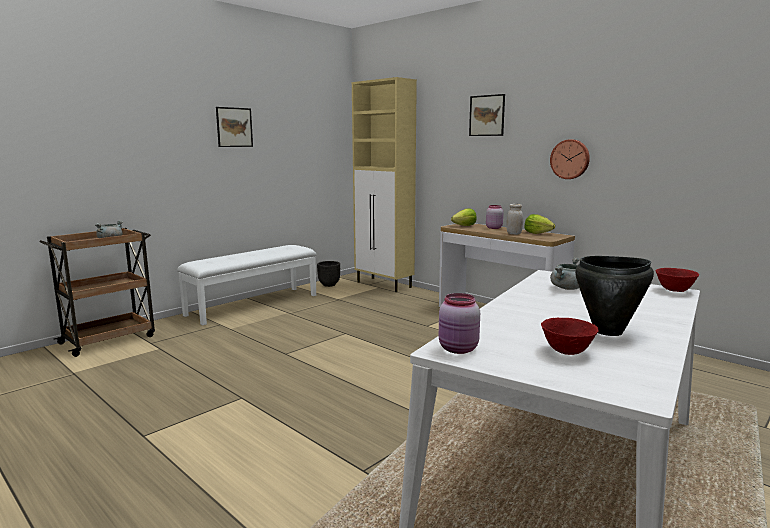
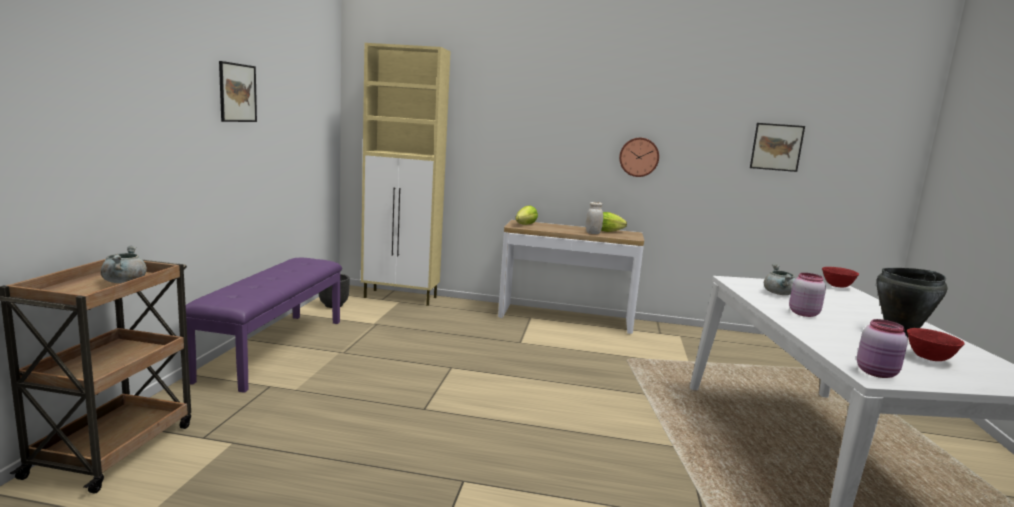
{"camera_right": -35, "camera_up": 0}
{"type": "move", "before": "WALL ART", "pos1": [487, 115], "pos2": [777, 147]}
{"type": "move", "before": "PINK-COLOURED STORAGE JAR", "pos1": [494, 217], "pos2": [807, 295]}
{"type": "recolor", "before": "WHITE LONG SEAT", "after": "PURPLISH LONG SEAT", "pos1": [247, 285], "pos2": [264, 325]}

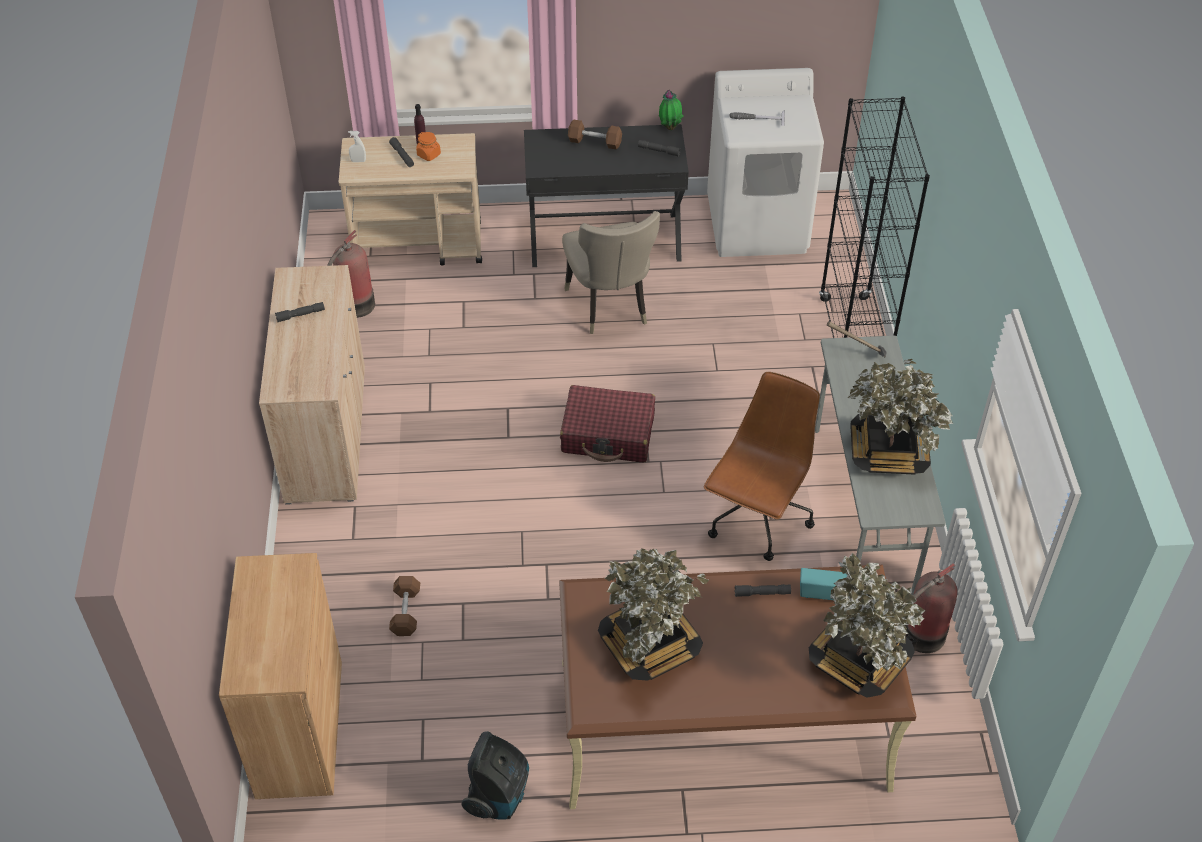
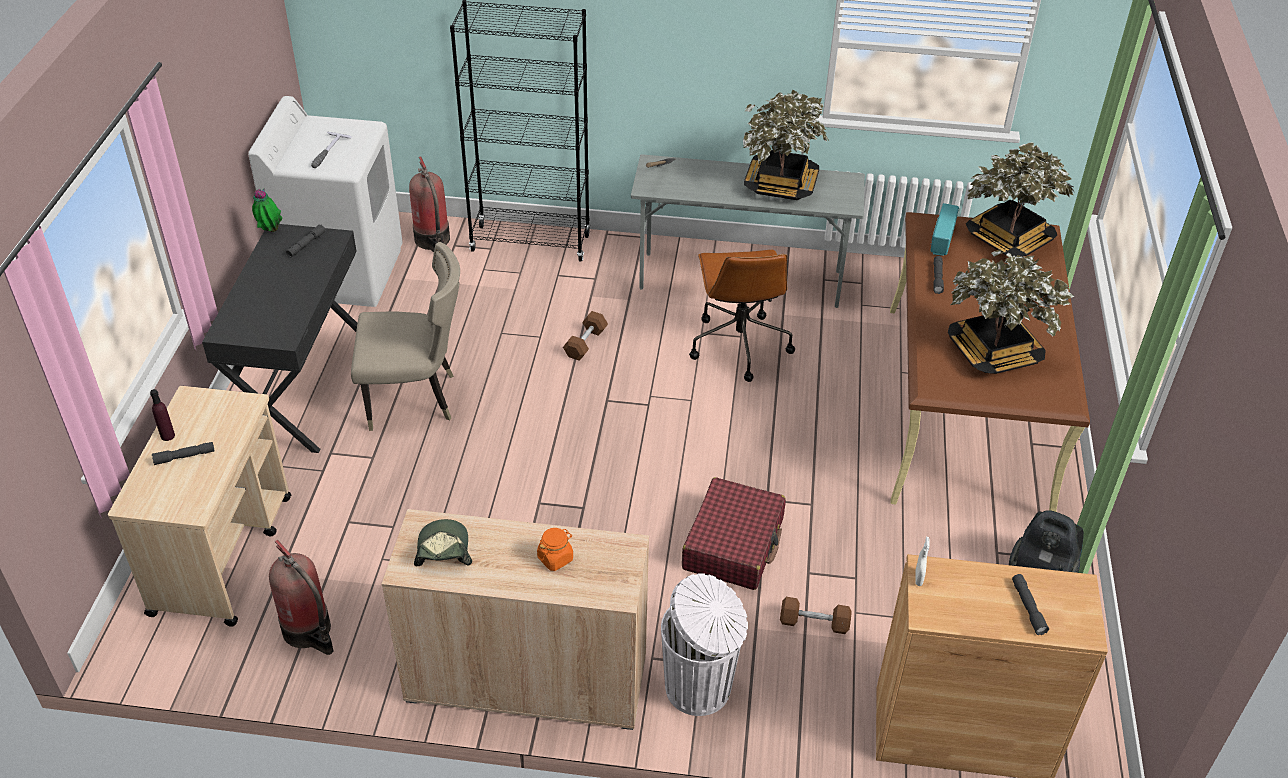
{"camera_right": -80, "camera_up": -5}
{"type": "insert", "after": "PEAKED CAP", "pos2": [443, 542]}
{"type": "insert", "after": "WHITE WASTE BIN", "pos2": [704, 644]}
{"type": "move", "before": "GREYISH HAND TORCH", "pos1": [300, 312], "pos2": [1030, 604]}
{"type": "move", "before": "WHITE SPRAY BOTTLE", "pos1": [357, 146], "pos2": [922, 561]}
{"type": "move", "before": "ORANGE-COLOURED STORAGE JAR", "pos1": [428, 146], "pos2": [555, 549]}
{"type": "move", "before": "REDDISH SUITCASE", "pos1": [607, 424], "pos2": [734, 533]}
{"type": "move", "before": "BROWNISH HAND WEIGHT", "pos1": [595, 134], "pos2": [585, 336]}
{"type": "move", "before": "FIRE EXTINGUISHER", "pos1": [931, 608], "pos2": [429, 204]}
{"type": "rotate", "before": "BROWNISH COMPUTER CHAIR", "pos1": [762, 466], "pos2": [742, 316], "turn": -135}

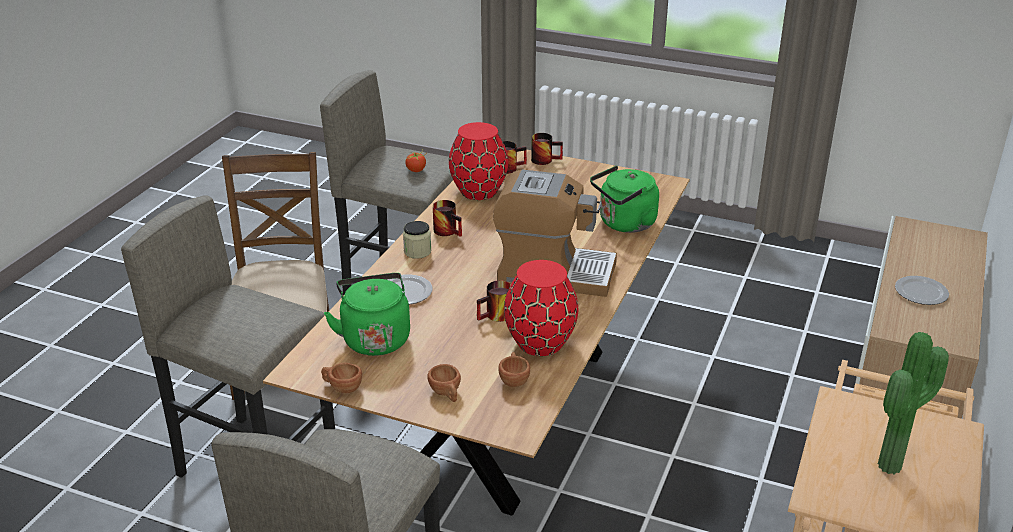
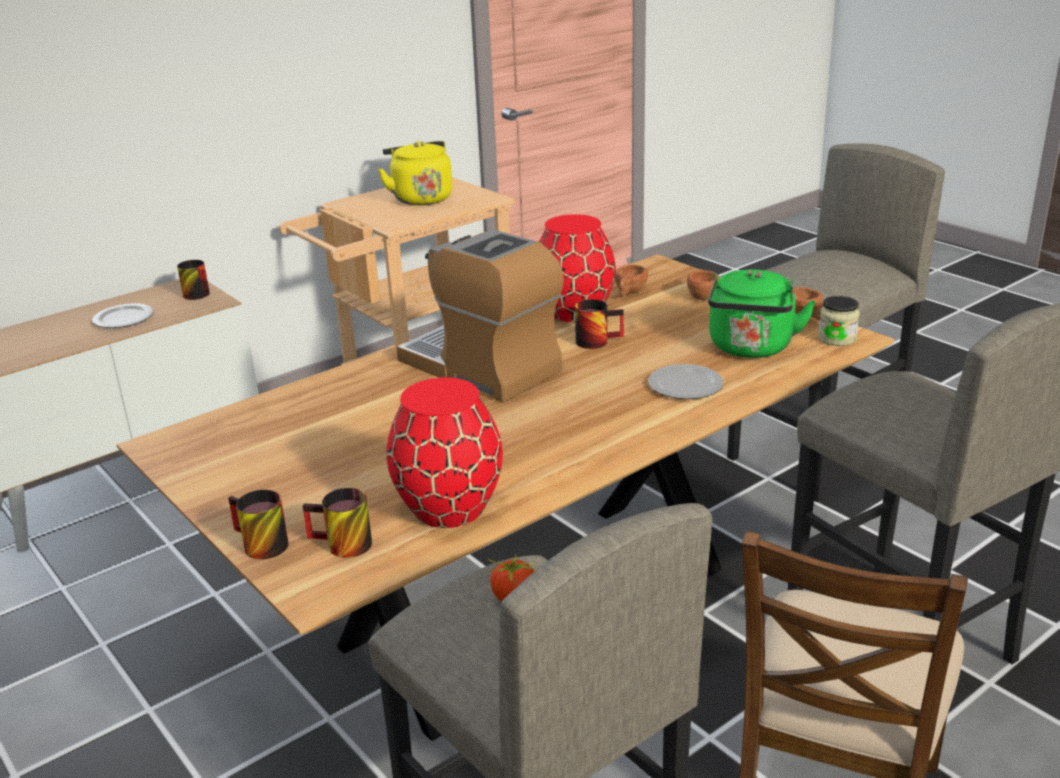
{"camera_right": -150, "camera_up": -5}
{"type": "delete", "before": "GREEN KETTLE", "pos1": [624, 199]}
{"type": "move", "before": "STORAGE JAR", "pos1": [417, 240], "pos2": [839, 321]}
{"type": "move", "before": "TEA MUG", "pos1": [447, 218], "pos2": [193, 280]}
{"type": "replace", "before": "PLANT IN A POT", "after": "YELLOW KETTLE", "pos1": [913, 403], "pos2": [415, 173]}

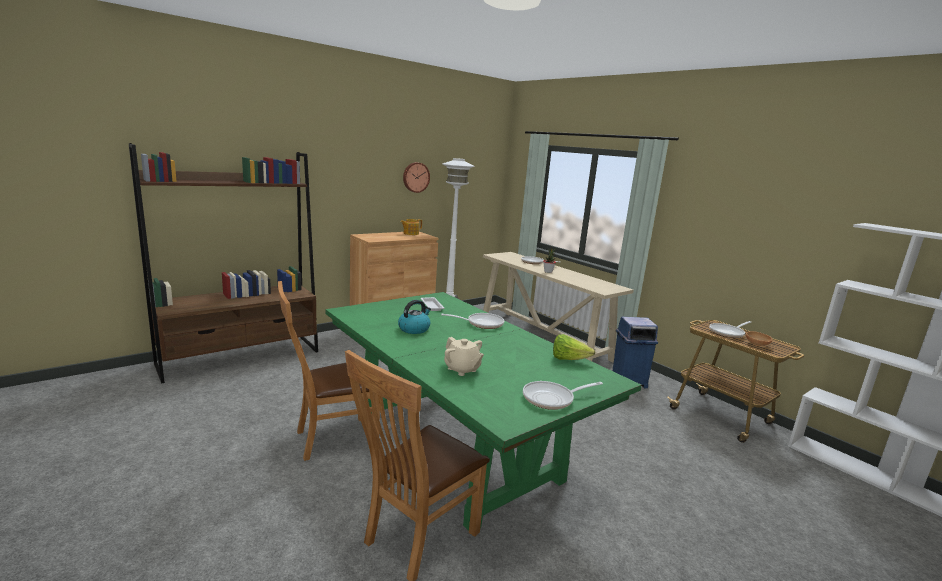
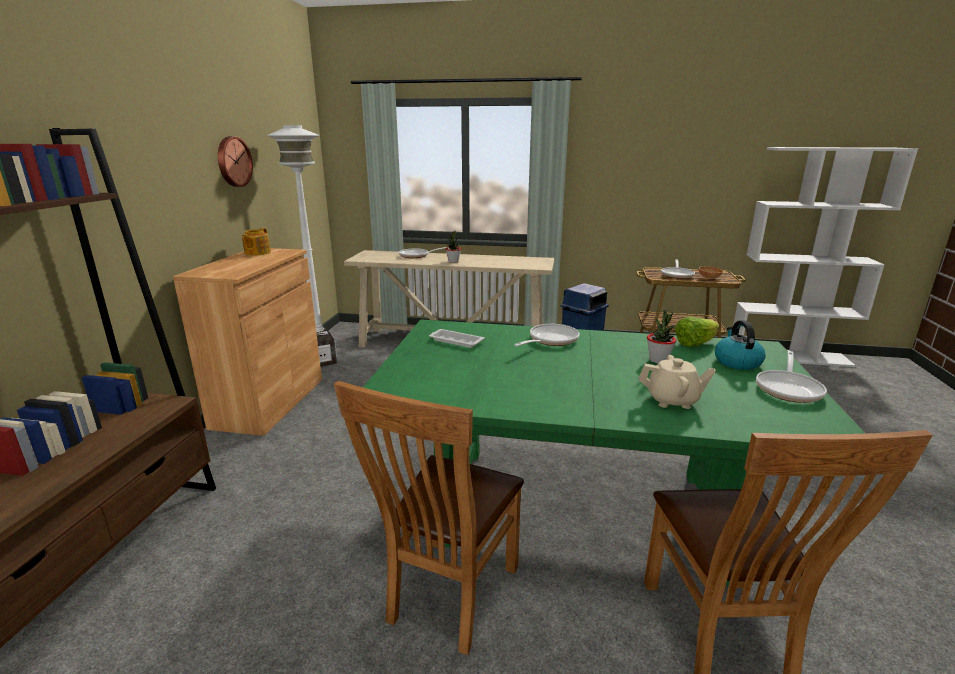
{"camera_right": -40, "camera_up": 5}
{"type": "insert", "after": "PLANT IN A POT", "pos2": [661, 336]}
{"type": "move", "before": "KETTLE", "pos1": [414, 317], "pos2": [740, 345]}

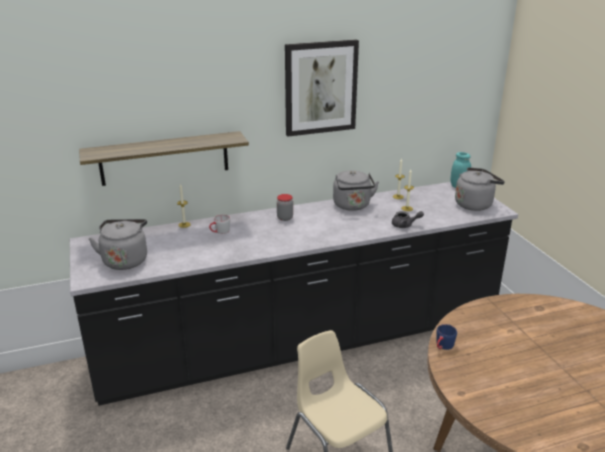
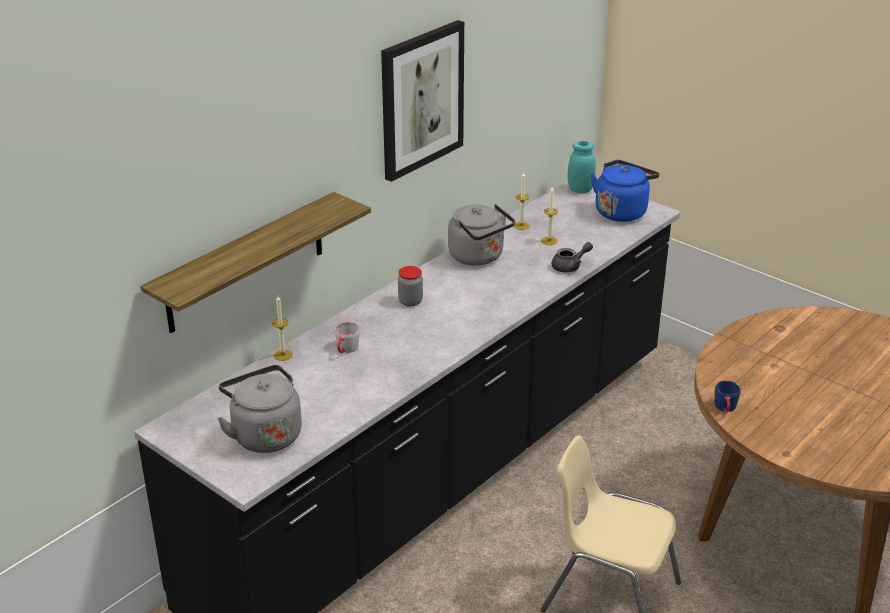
{"camera_right": -30, "camera_up": 5}
{"type": "recolor", "before": "GREYISH KETTLE", "after": "BLUISH KETTLE", "pos1": [480, 189], "pos2": [625, 191]}

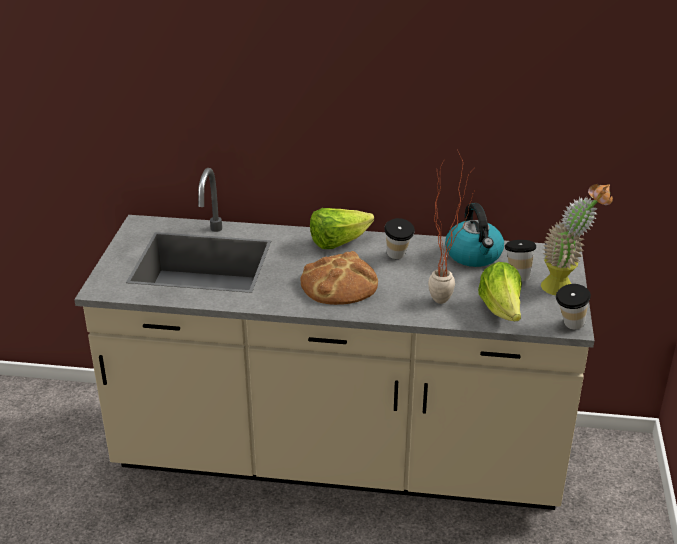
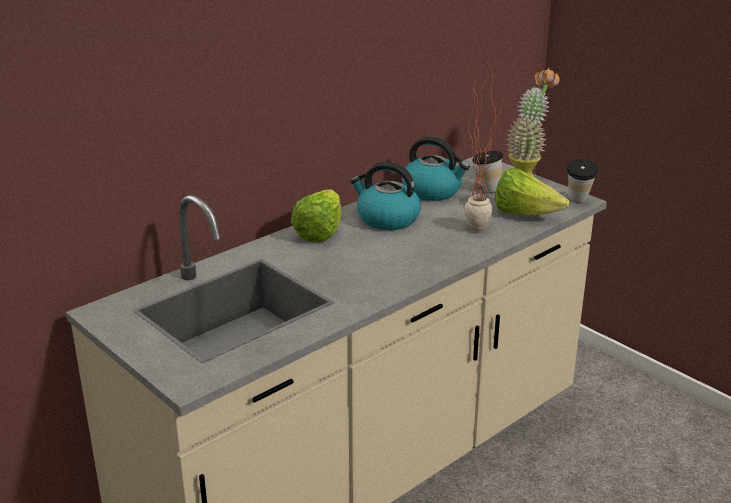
{"camera_right": -50, "camera_up": -5}
{"type": "delete", "before": "BAKERY BREAD", "pos1": [339, 278]}
{"type": "replace", "before": "CUP", "after": "KETTLE", "pos1": [399, 238], "pos2": [385, 196]}

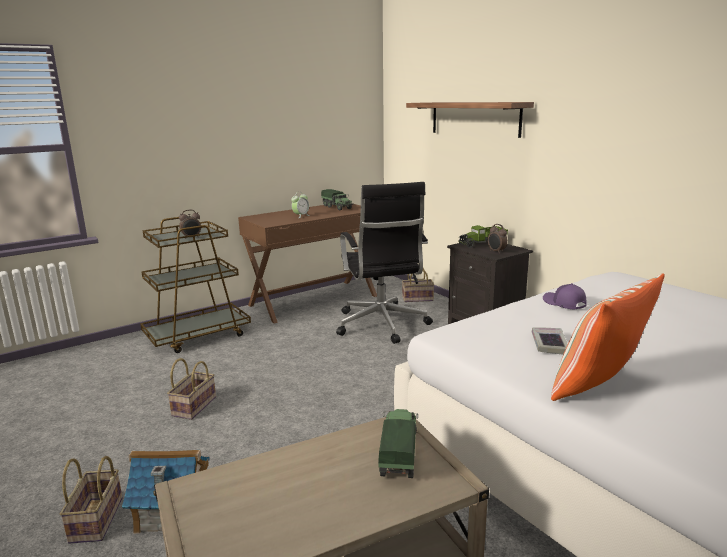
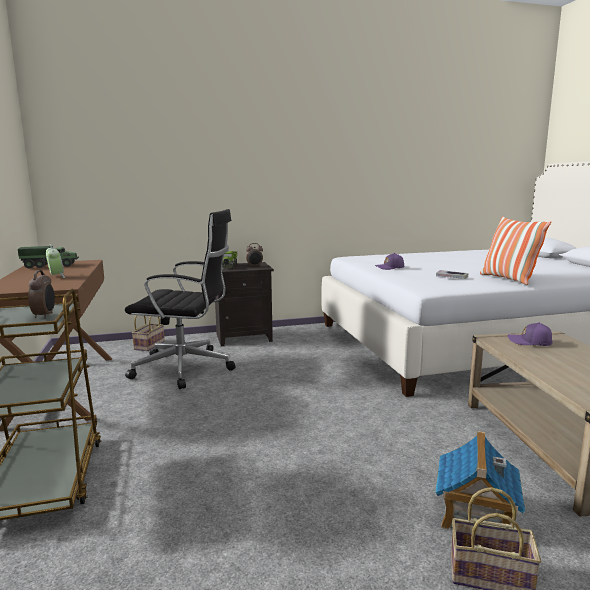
{"camera_right": -70, "camera_up": -5}
{"type": "delete", "before": "BASKET", "pos1": [191, 389]}
{"type": "delete", "before": "BRACKET SHELF", "pos1": [470, 120]}
{"type": "replace", "before": "TOY TRUCK", "after": "PURPLISH PEAKED CAP", "pos1": [398, 443], "pos2": [530, 334]}

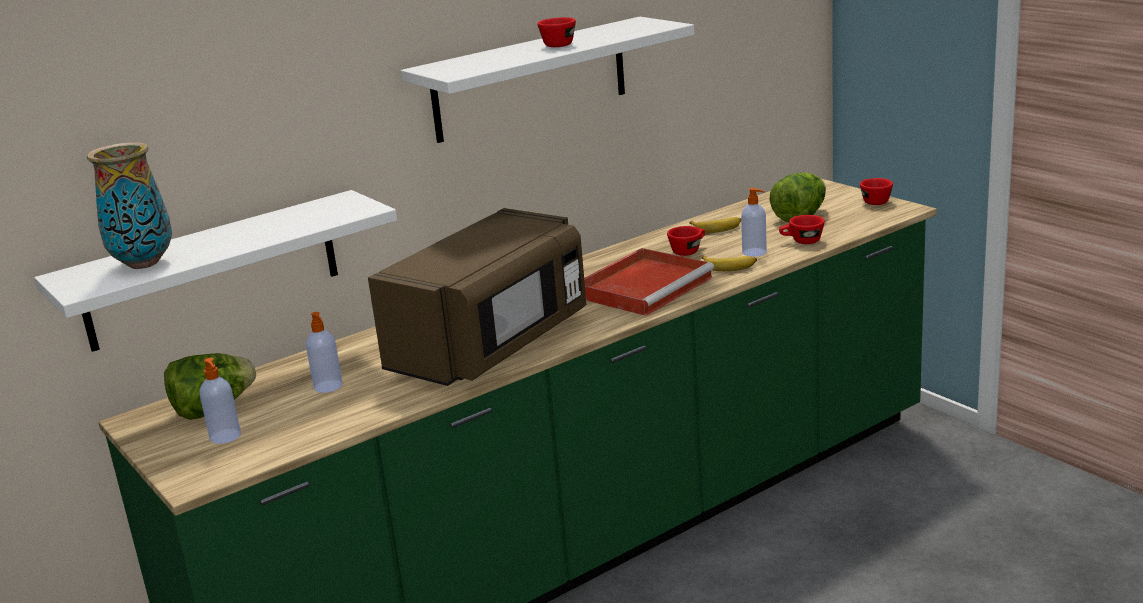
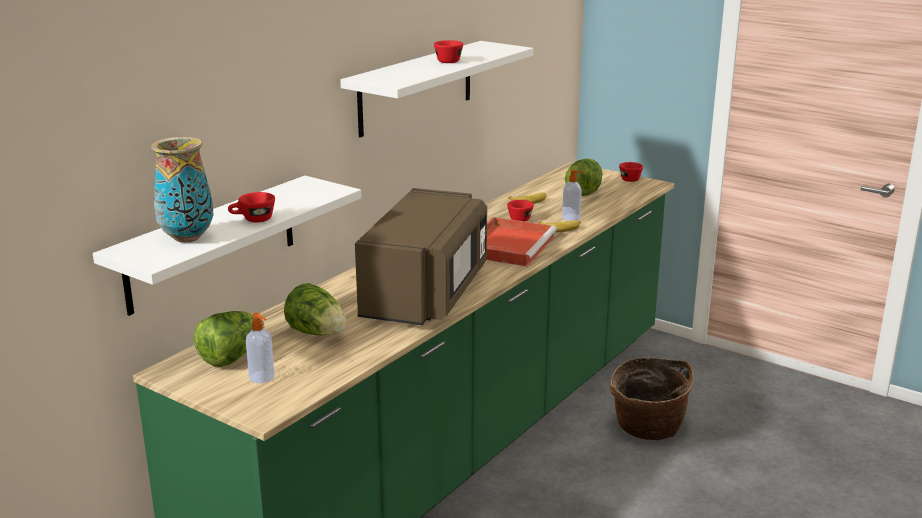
{"camera_right": -20, "camera_up": 0}
{"type": "insert", "after": "BASKET", "pos2": [652, 399]}
{"type": "move", "before": "REDDISH CUP", "pos1": [802, 229], "pos2": [251, 207]}
{"type": "replace", "before": "SOAP DISPENSER", "after": "HEAD OF LETTUCE", "pos1": [324, 352], "pos2": [315, 309]}

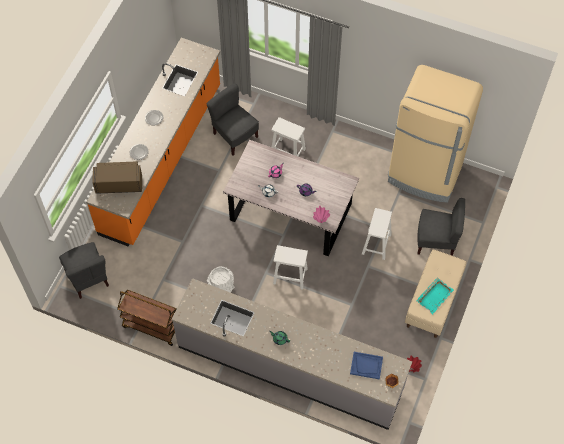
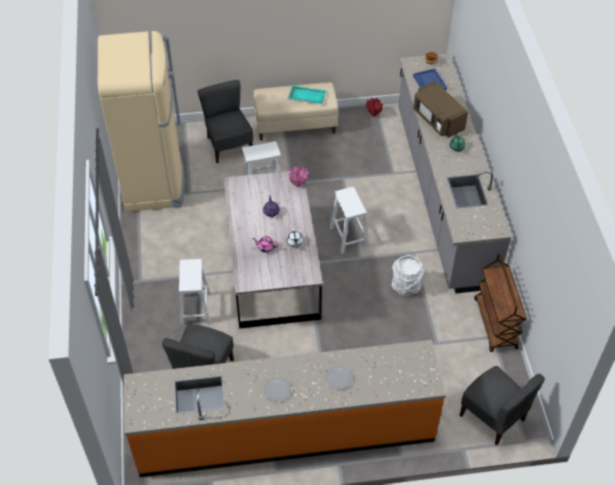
{"camera_right": -120, "camera_up": -10}
{"type": "move", "before": "BROWNISH KITCHEN MICROWAVE", "pos1": [117, 177], "pos2": [440, 109]}
{"type": "rotate", "before": "GREYISH PLAIN CHAIR", "pos1": [84, 270], "pos2": [502, 405], "turn": 105}

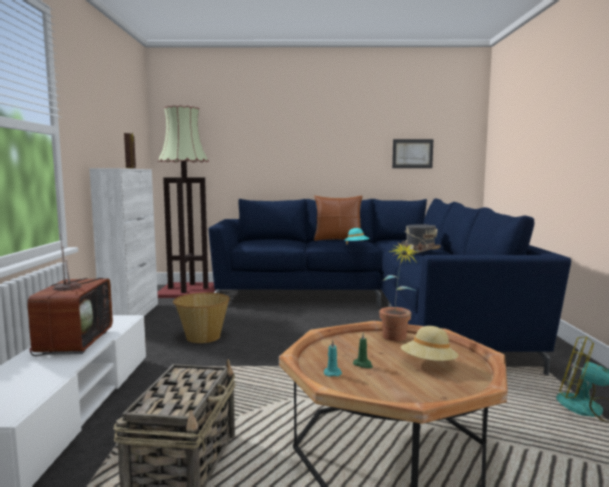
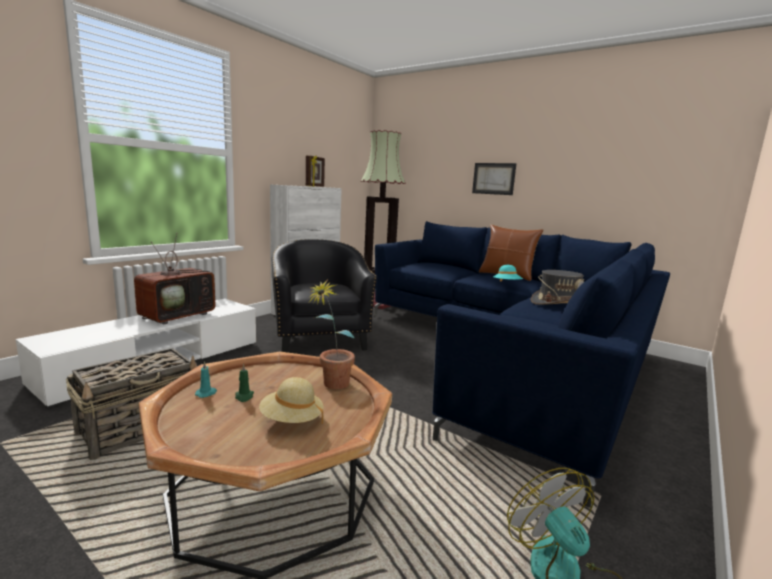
{"camera_right": 35, "camera_up": 5}
{"type": "move", "before": "WALL ART", "pos1": [412, 153], "pos2": [494, 179]}
{"type": "replace", "before": "BASKET", "after": "BLACKISH ARMCHAIR", "pos1": [201, 318], "pos2": [324, 295]}

